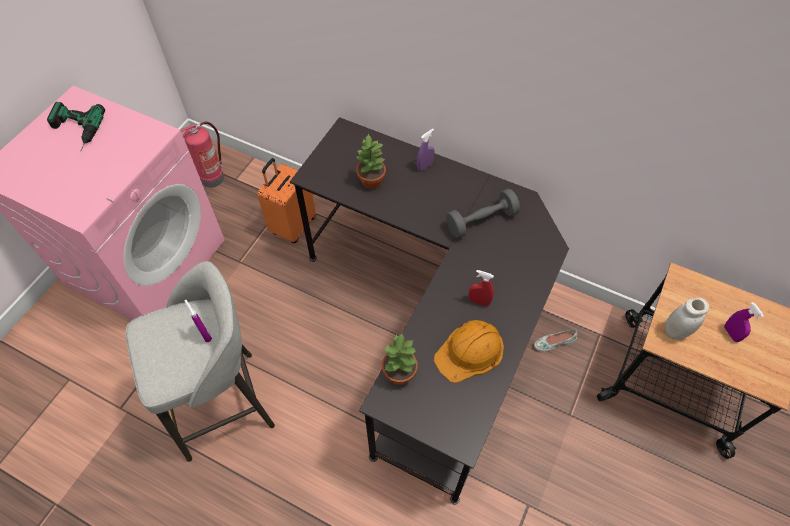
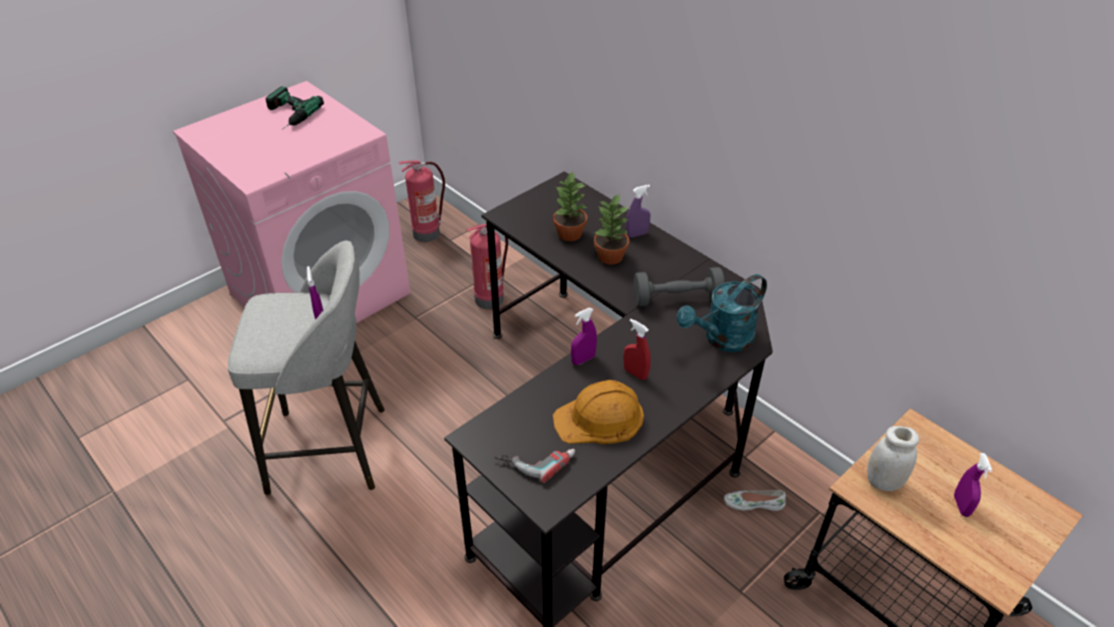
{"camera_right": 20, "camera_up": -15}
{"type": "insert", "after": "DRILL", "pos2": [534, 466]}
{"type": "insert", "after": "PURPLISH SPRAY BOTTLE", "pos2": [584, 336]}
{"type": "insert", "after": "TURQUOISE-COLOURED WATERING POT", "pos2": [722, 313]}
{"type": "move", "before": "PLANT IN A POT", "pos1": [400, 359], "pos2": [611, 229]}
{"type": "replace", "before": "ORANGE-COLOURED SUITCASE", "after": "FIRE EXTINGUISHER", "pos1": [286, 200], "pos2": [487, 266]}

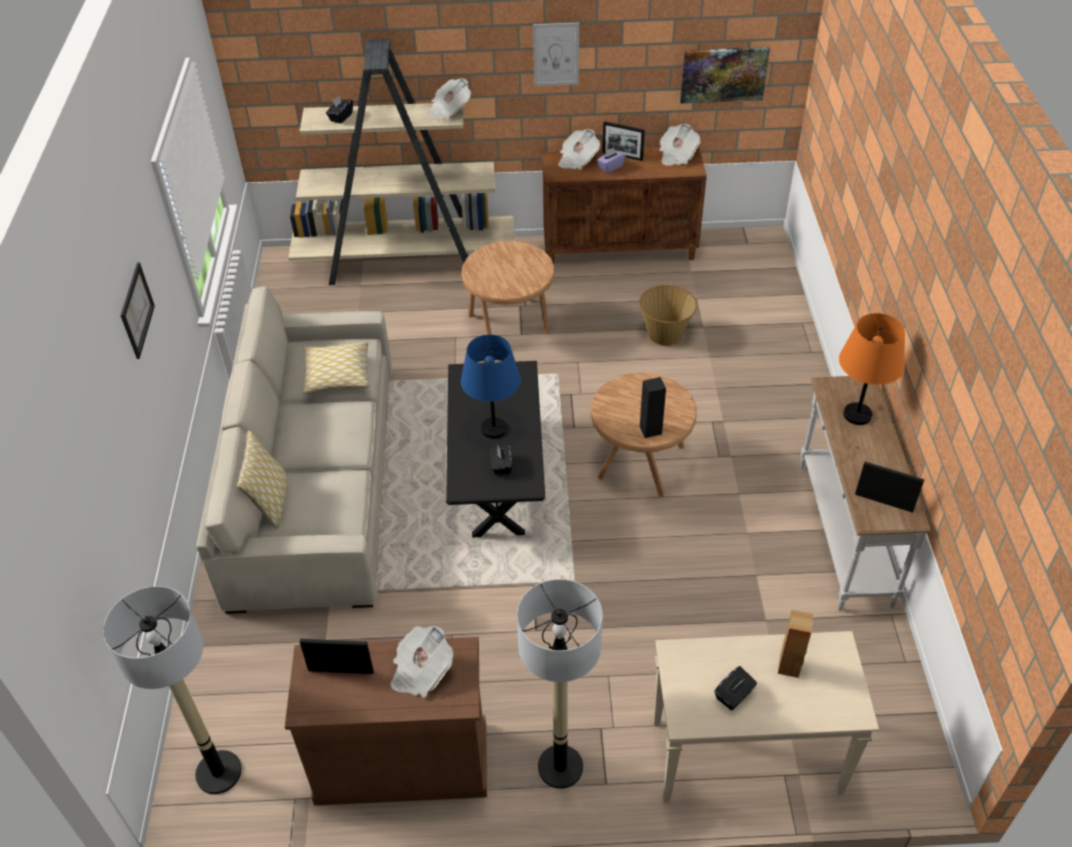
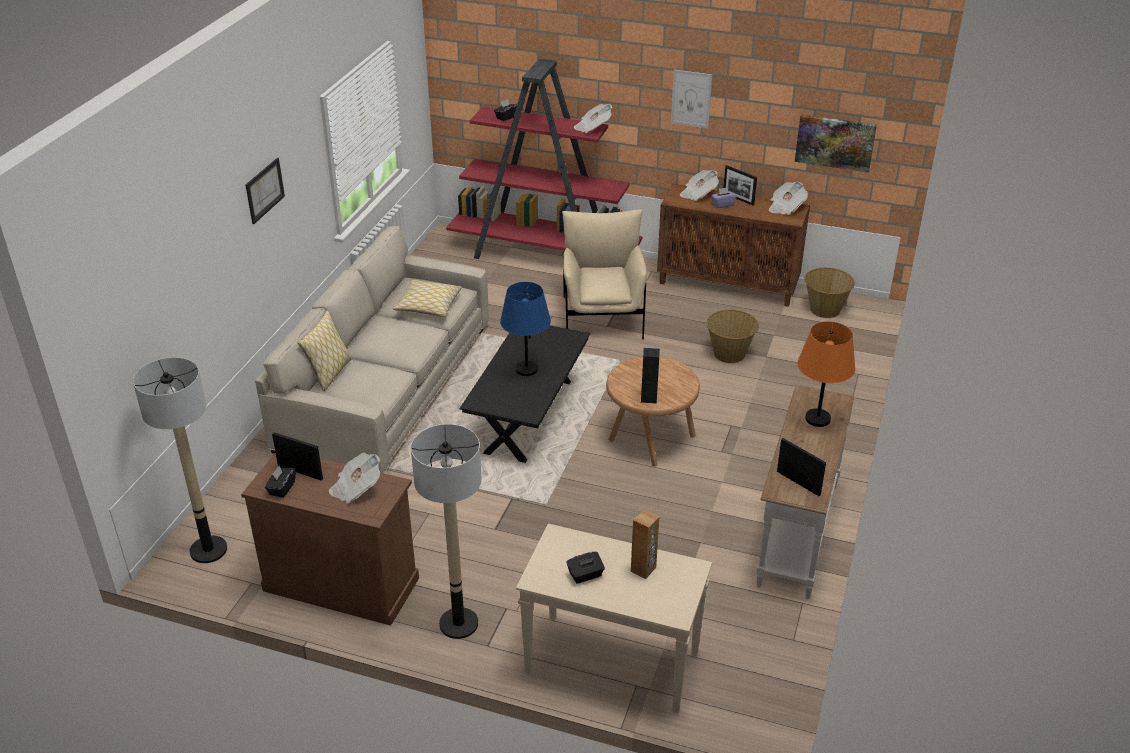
{"camera_right": 20, "camera_up": -10}
{"type": "insert", "after": "BASKET", "pos2": [829, 293]}
{"type": "move", "before": "BLACKISH BOX OF TISSUES", "pos1": [501, 459], "pos2": [280, 482]}
{"type": "replace", "before": "BROWNISH SIDE TABLE", "after": "BEIGE ARMCHAIR", "pos1": [508, 288], "pos2": [604, 274]}
{"type": "recolor", "before": "BEIGE SHELVING UNIT", "after": "REDDISH SHELVING UNIT", "pos1": [401, 162], "pos2": [544, 159]}

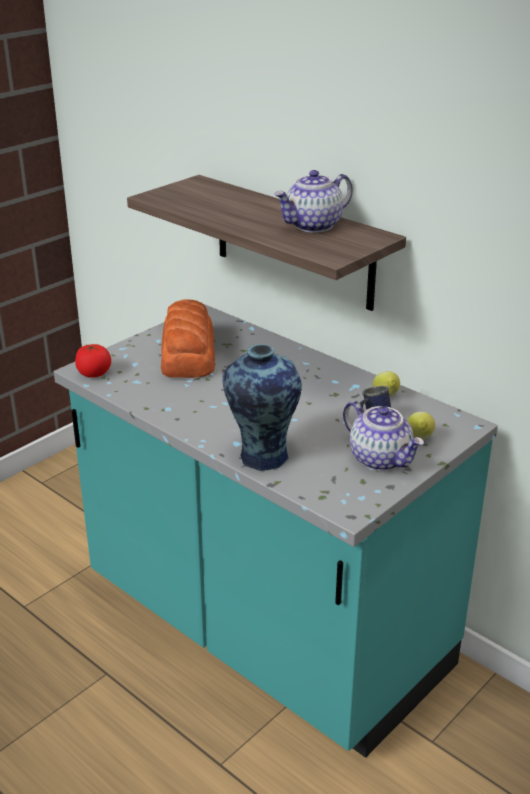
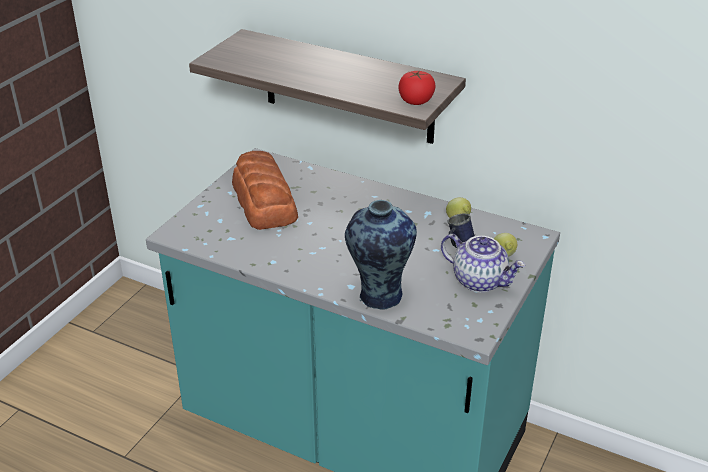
{"camera_right": -15, "camera_up": 5}
{"type": "delete", "before": "POT FOR TEA", "pos1": [313, 201]}
{"type": "move", "before": "WHOLE TOMATO", "pos1": [93, 361], "pos2": [417, 87]}

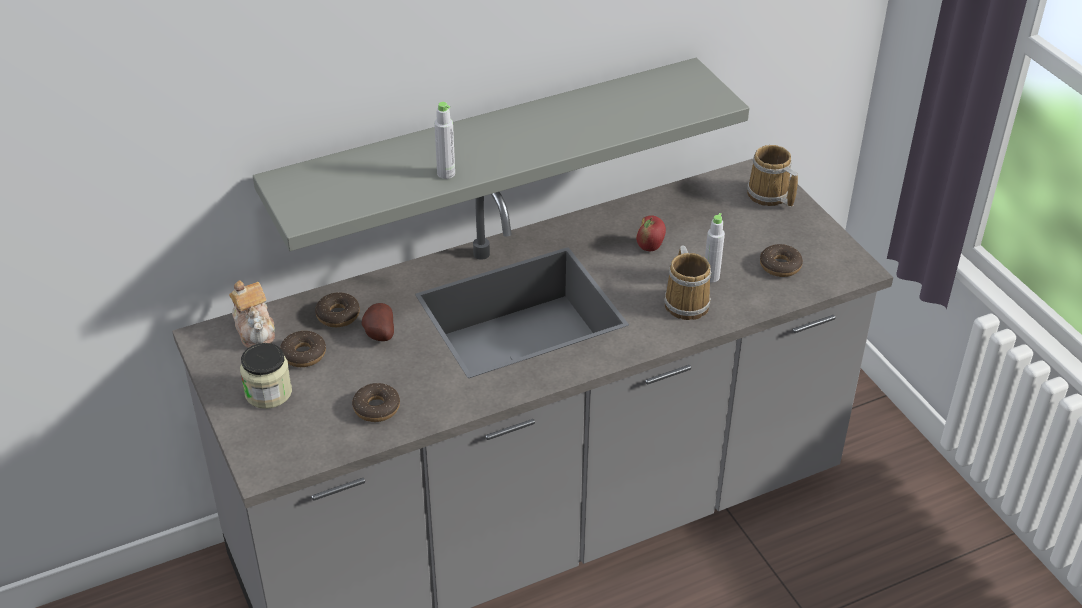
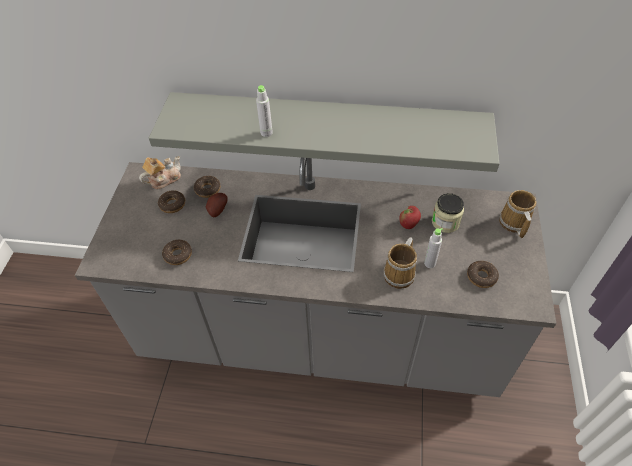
{"camera_right": 35, "camera_up": 10}
{"type": "move", "before": "STORAGE JAR", "pos1": [266, 376], "pos2": [448, 213]}
{"type": "rotate", "before": "POT FOR TEA", "pos1": [252, 314], "pos2": [160, 172], "turn": -135}

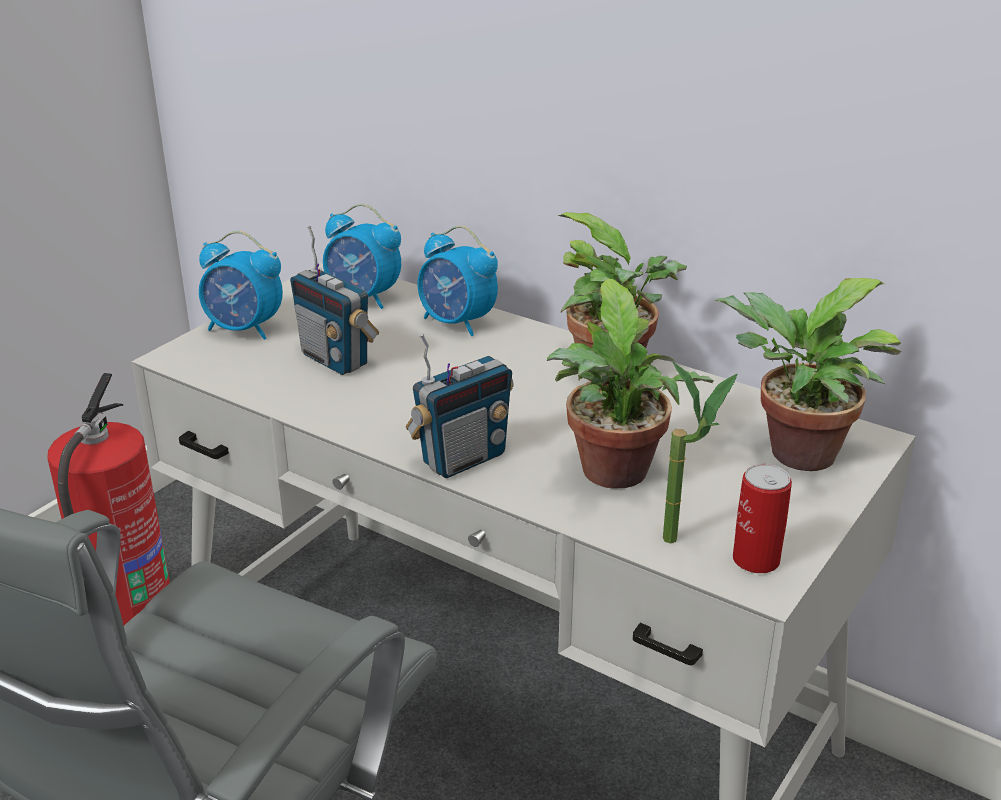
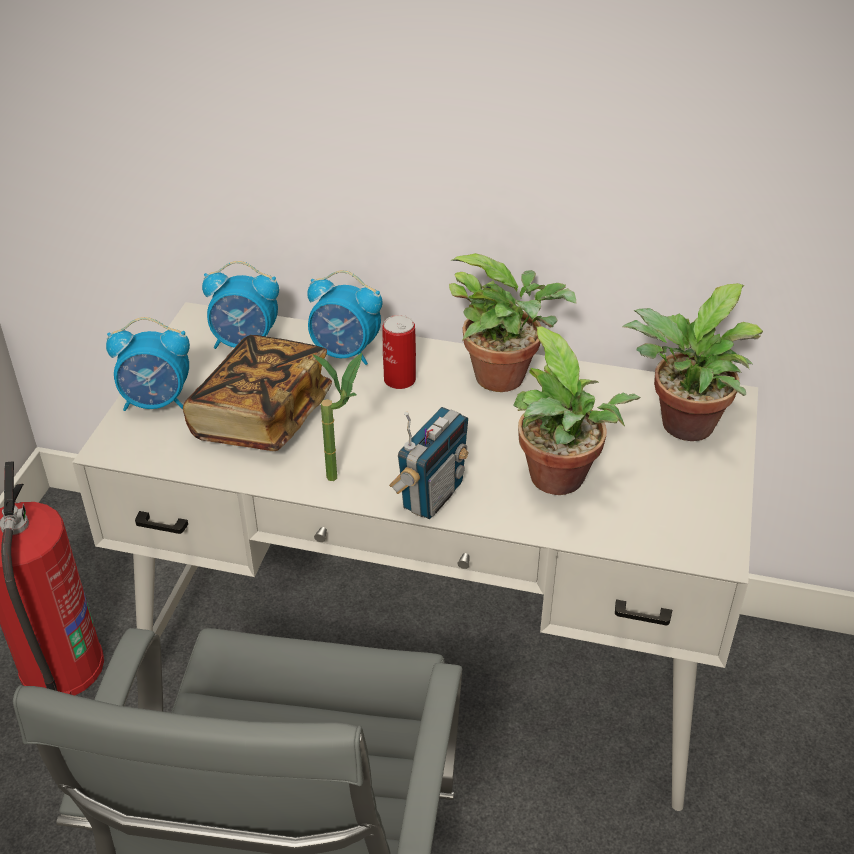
{"camera_right": -20, "camera_up": 10}
{"type": "move", "before": "PLANT IN A POT", "pos1": [700, 453], "pos2": [337, 417]}
{"type": "move", "before": "SEALED CAN", "pos1": [762, 518], "pos2": [399, 352]}
{"type": "replace", "before": "RADIO RECEIVER", "after": "BOOK", "pos1": [334, 300], "pos2": [257, 393]}

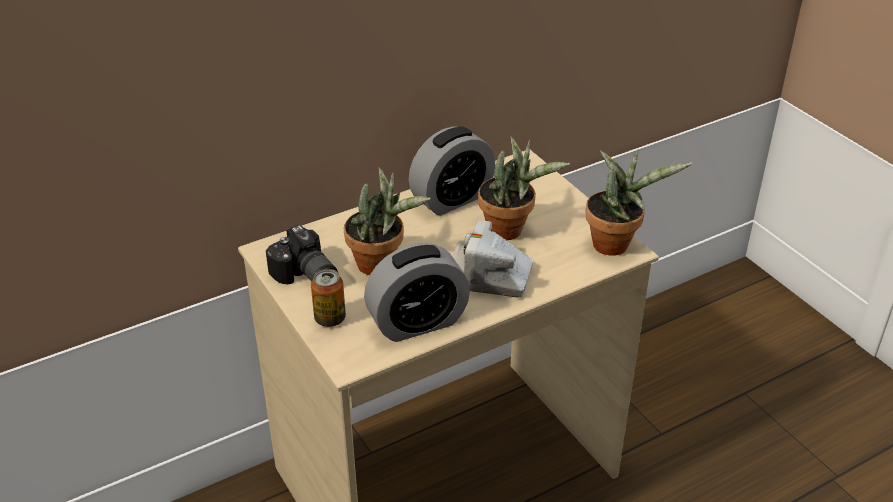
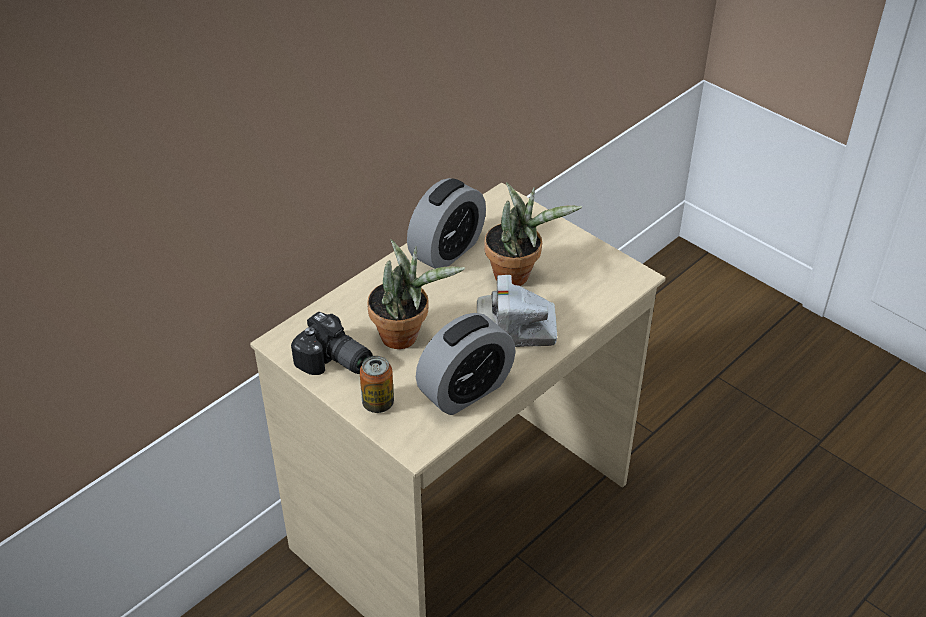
{"camera_right": -15, "camera_up": 5}
{"type": "delete", "before": "PLANT IN A POT", "pos1": [638, 203]}

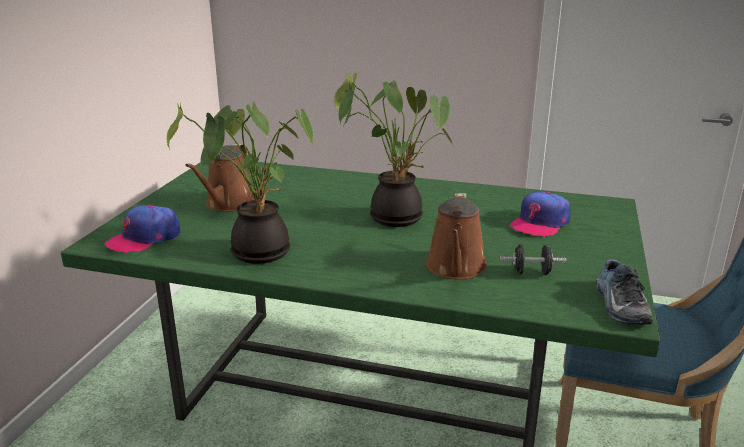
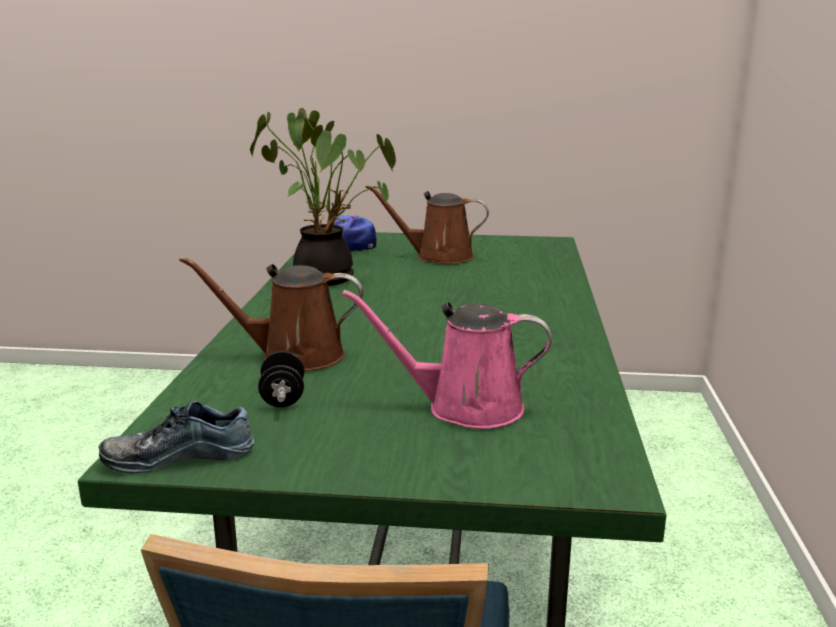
{"camera_right": 80, "camera_up": -5}
{"type": "delete", "before": "PLANT IN A POT", "pos1": [393, 149]}
{"type": "replace", "before": "PEAKED CAP", "after": "PINK-COLOURED WATERING POT", "pos1": [540, 214], "pos2": [447, 359]}

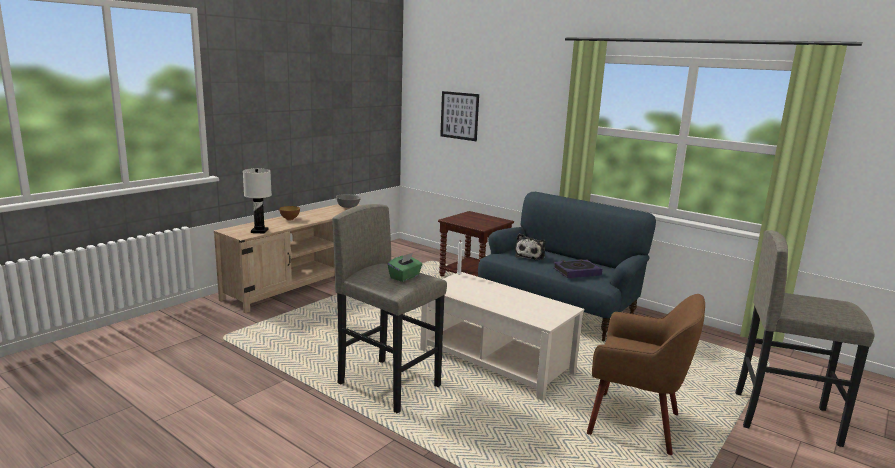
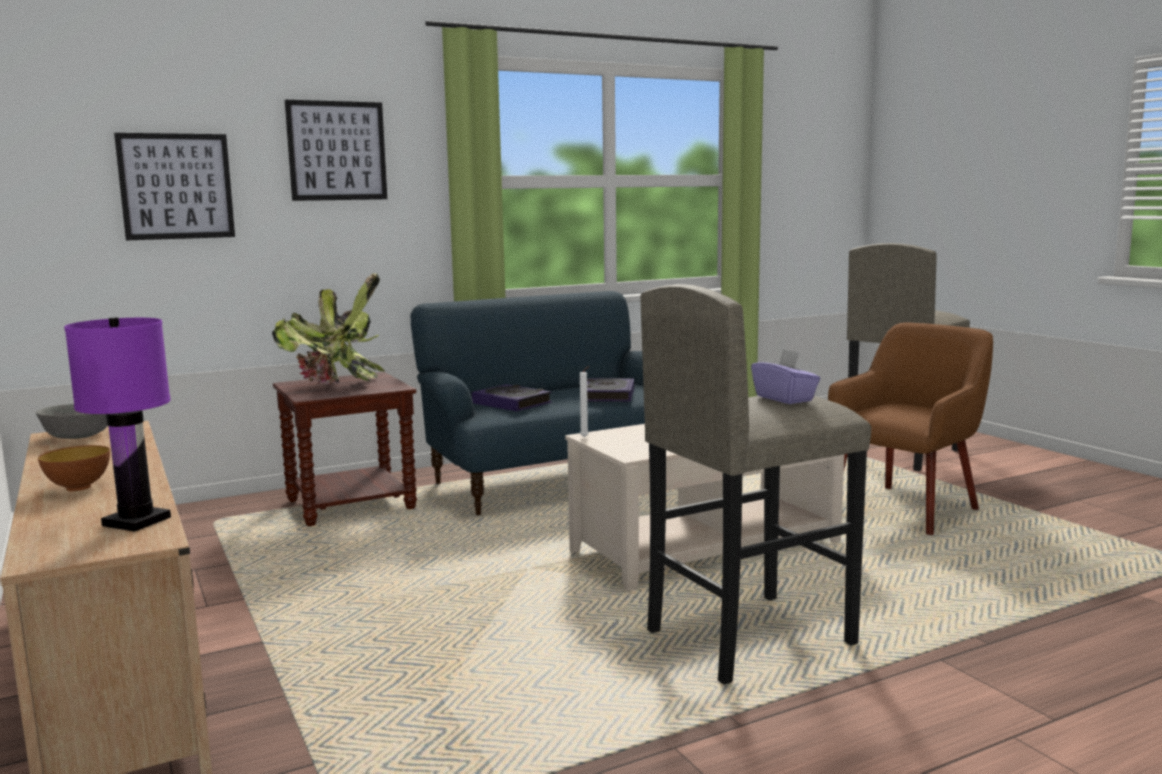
{"camera_right": -65, "camera_up": -5}
{"type": "insert", "after": "PLANT IN A POT", "pos2": [328, 329]}
{"type": "insert", "after": "WALL ART", "pos2": [336, 150]}
{"type": "replace", "before": "SOFT TOY", "after": "BOOK", "pos1": [530, 246], "pos2": [511, 397]}
{"type": "recolor", "before": "WHITE LAMP FOR A TABLE", "after": "PURPLISH LAMP FOR A TABLE", "pos1": [257, 201], "pos2": [117, 425]}
{"type": "recolor", "before": "GREEN BOX OF TISSUES", "after": "PURPLISH BOX OF TISSUES", "pos1": [405, 267], "pos2": [786, 376]}

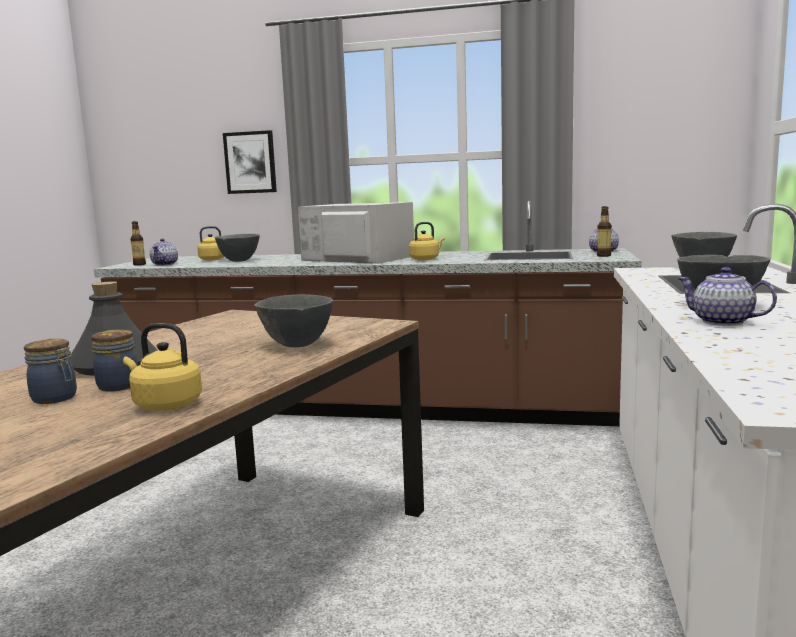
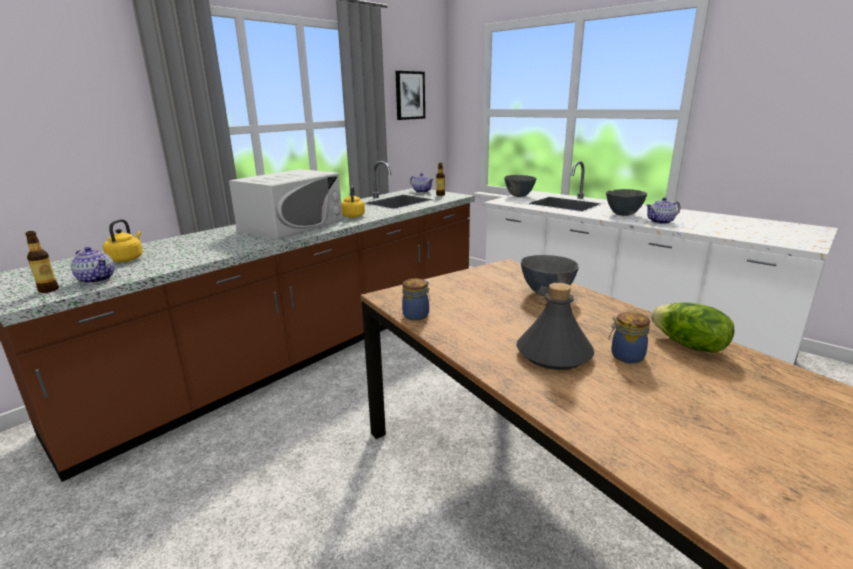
{"camera_right": -60, "camera_up": 10}
{"type": "delete", "before": "GREYISH SERVING BOWL", "pos1": [237, 248]}
{"type": "move", "before": "STORAGE JAR", "pos1": [50, 371], "pos2": [416, 300]}
{"type": "move", "before": "WALL ART", "pos1": [250, 162], "pos2": [410, 95]}
{"type": "replace", "before": "YELLOW KETTLE", "after": "HEAD OF LETTUCE", "pos1": [162, 367], "pos2": [692, 327]}
{"type": "rotate", "before": "WHITE KITCHEN MICROWAVE", "pos1": [356, 233], "pos2": [286, 204], "turn": 150}

